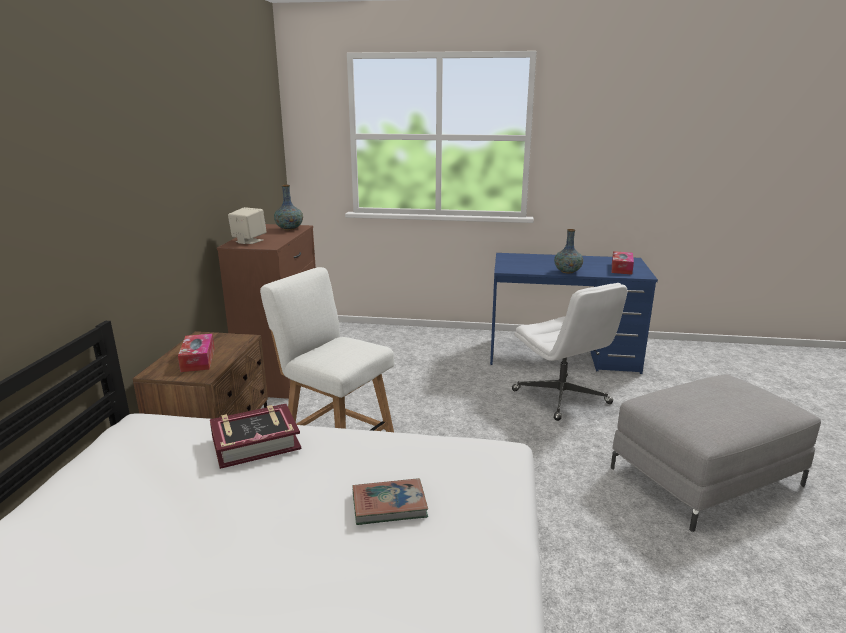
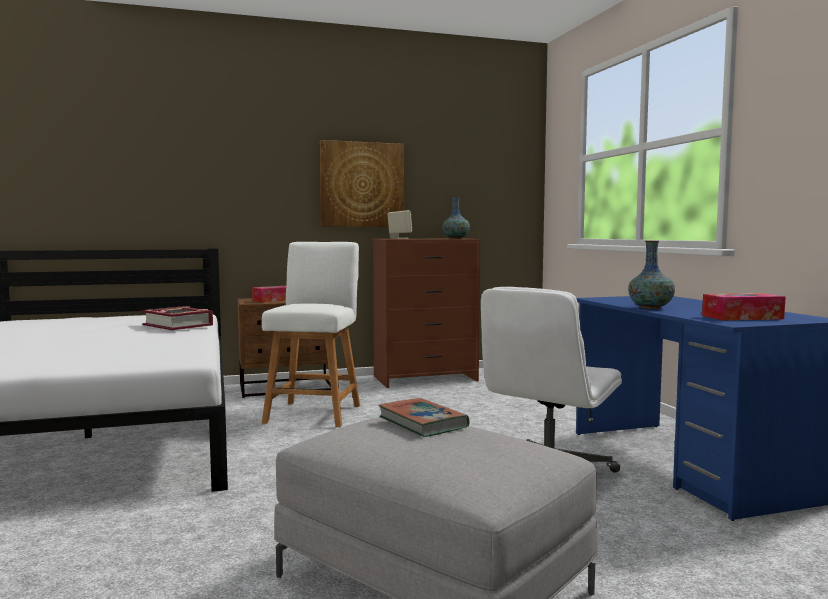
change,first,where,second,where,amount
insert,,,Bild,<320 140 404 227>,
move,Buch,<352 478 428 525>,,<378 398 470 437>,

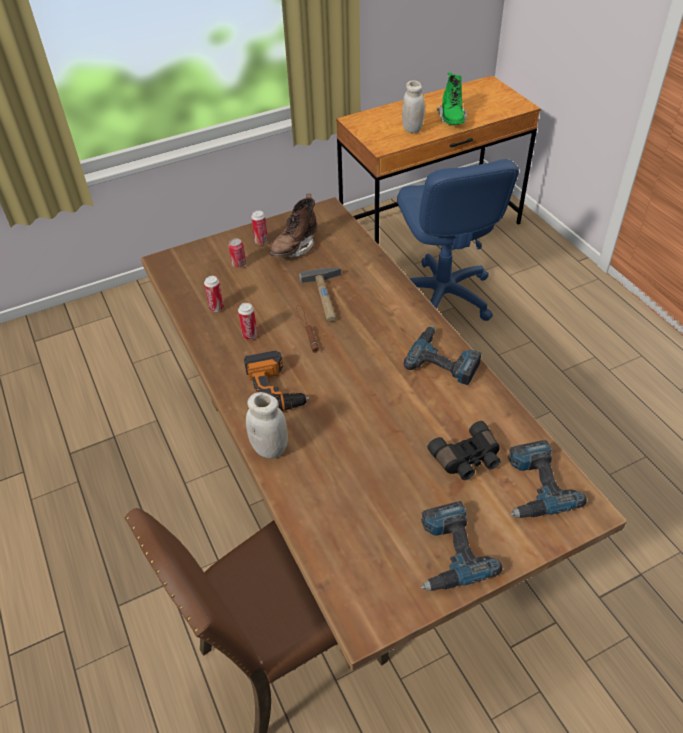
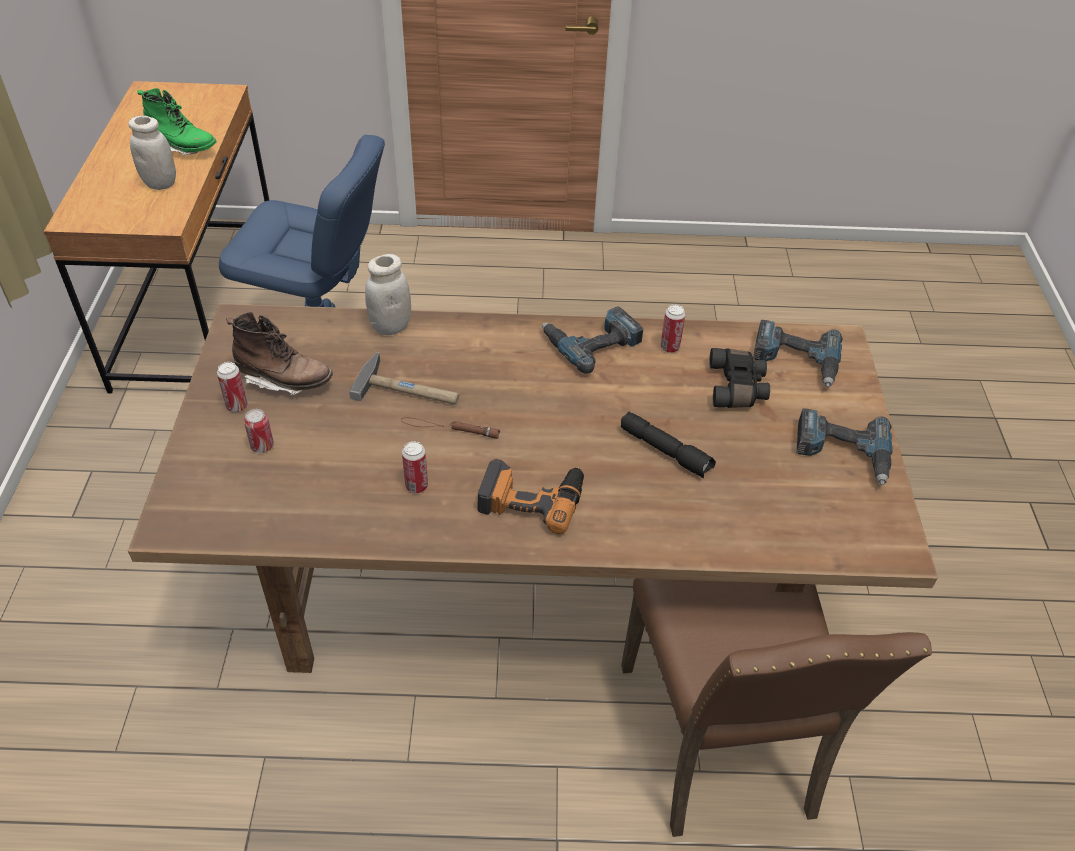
change,first,where,second,where,amount
insert,,,Taschenlampe (schwarz),<620 412 716 478>,
move,Dose,<204 276 224 312>,,<660 304 686 353>,
move,Vorratsglas (weiß),<246 392 288 459>,,<365 254 411 335>,
rotate,Stiefel (braun),<269 194 317 258>,,<226 312 333 395>,45 degrees counterclockwise

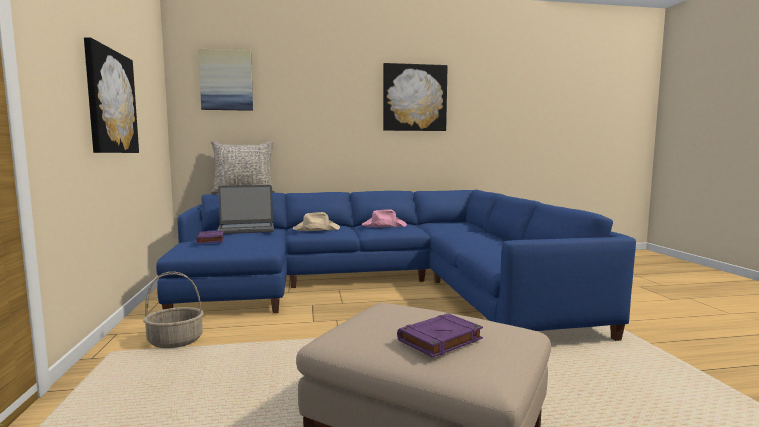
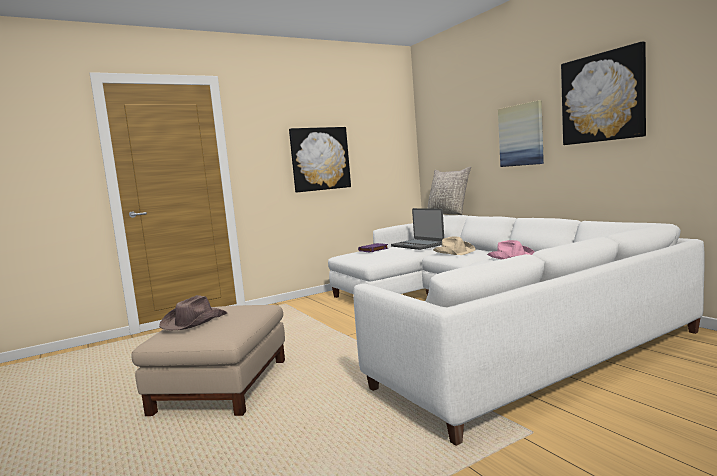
change,first,where,second,where,amount
delete,Korb,<143 272 204 348>,,,
move,Bild,<198 49 253 111>,,<498 100 544 167>,
replace,Buch (lila),<397 313 483 358>,Hut (braun),<159 295 227 330>,
recolor,Sofa (blau),<156 190 636 341>,Sofa (weiß),<328 215 705 446>,

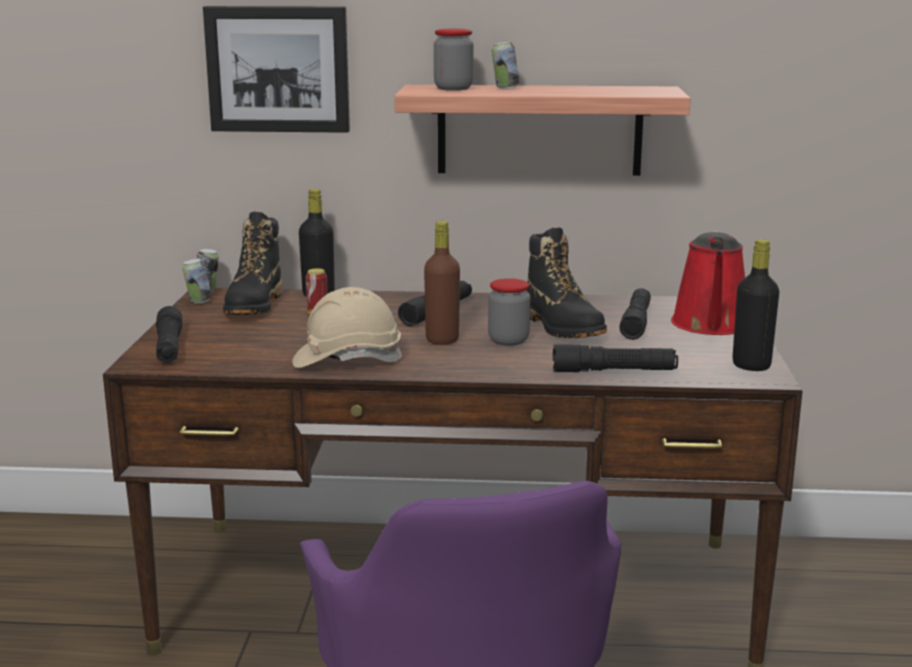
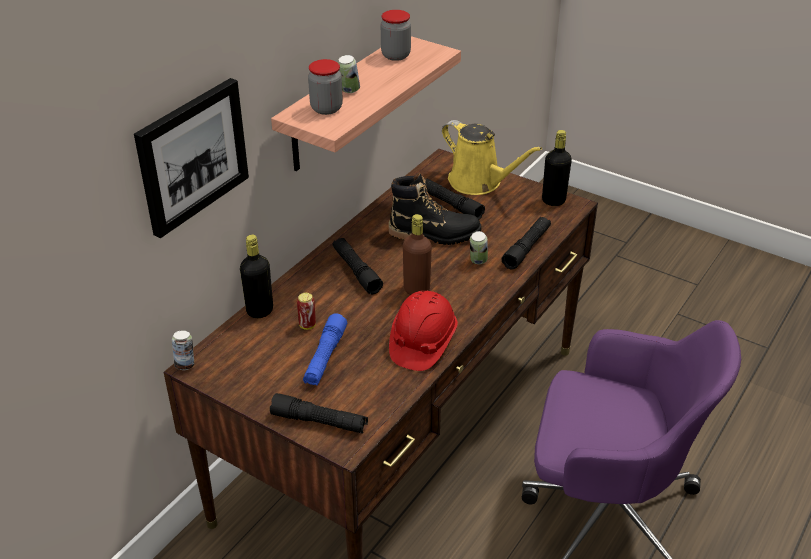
change,first,where,second,where,amount
delete,Stiefel (schwarz),<223 212 282 315>,,,
insert,,,Taschenlampe (blau),<303 313 347 386>,
move,Dose,<182 259 212 304>,,<470 231 488 264>,
move,Vorratsglas,<488 278 531 346>,,<381 10 411 61>,
recolor,Schutzhelm (beige),<292 287 402 368>,Schutzhelm (rot),<389 291 458 371>,
recolor,Gießkanne (rot),<671 231 745 335>,Gießkanne (gelb),<442 120 542 195>,

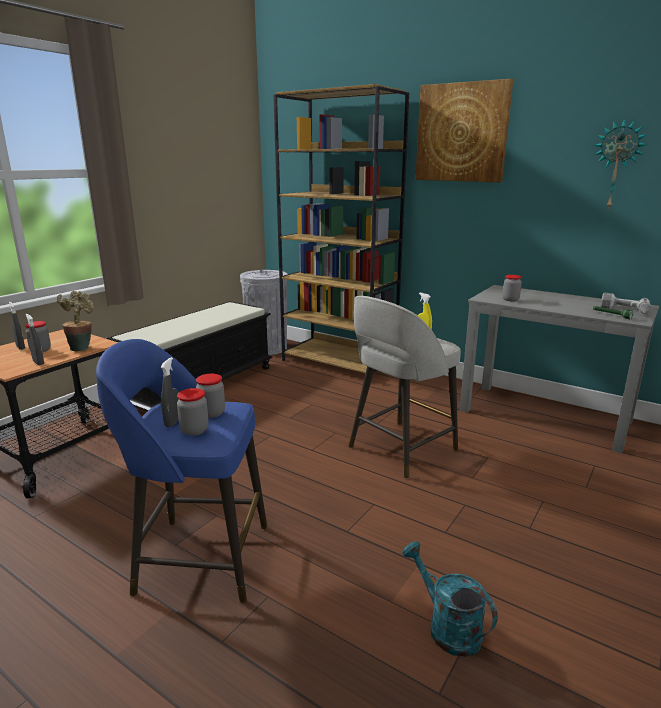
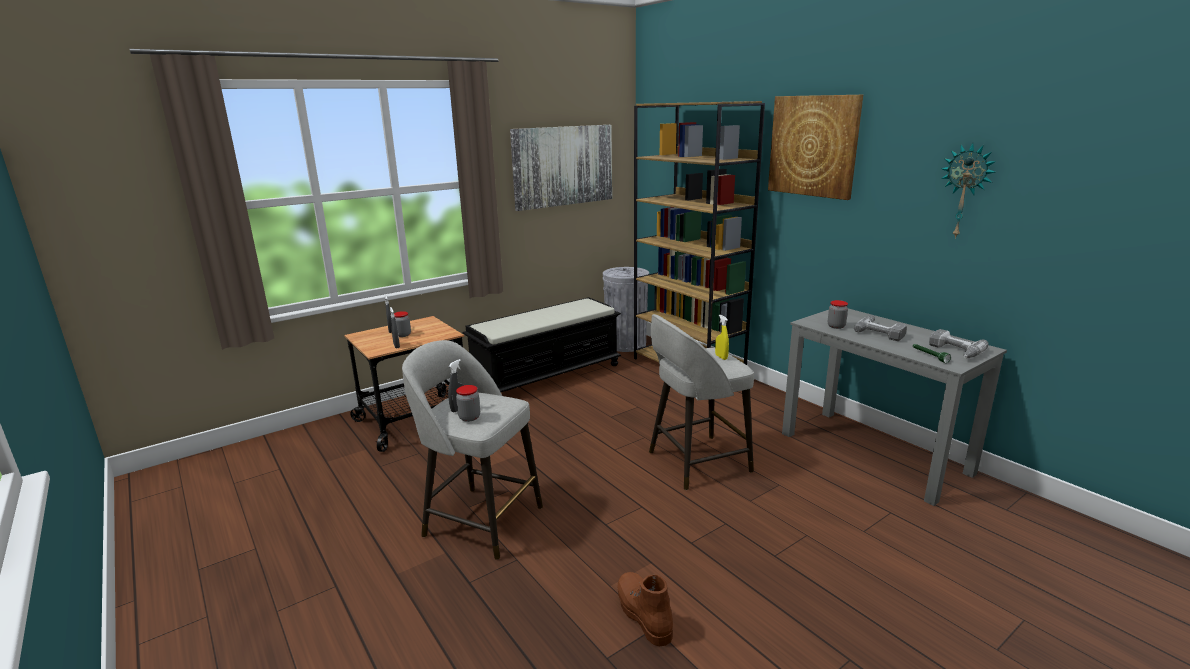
change,first,where,second,where,amount
delete,Topfpflanze,<57 291 94 352>,,,
delete,Vorratsglas,<196 374 225 418>,,,
insert,,,Bild,<510 125 612 211>,
insert,,,Bohrmaschine,<854 316 907 341>,
replace,Gießkanne (türkis),<402 541 498 657>,Stiefel (braun),<618 572 673 646>,
recolor,Hocker (blau),<96 339 267 603>,Hocker (grau),<402 340 543 560>,

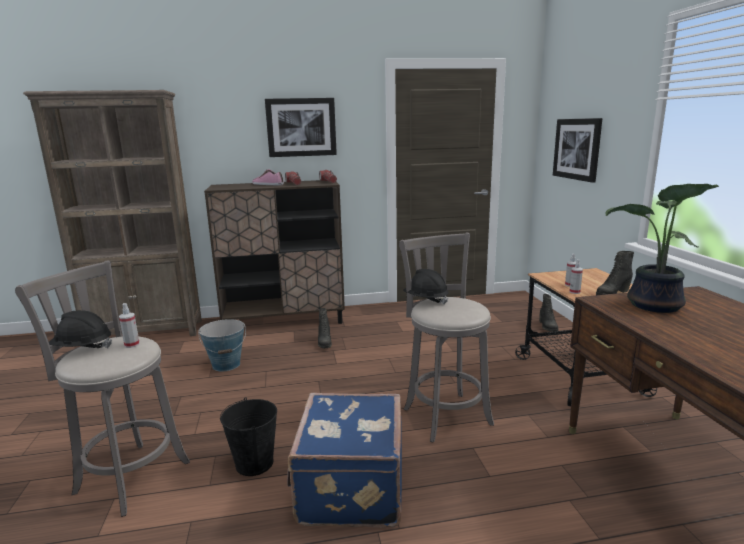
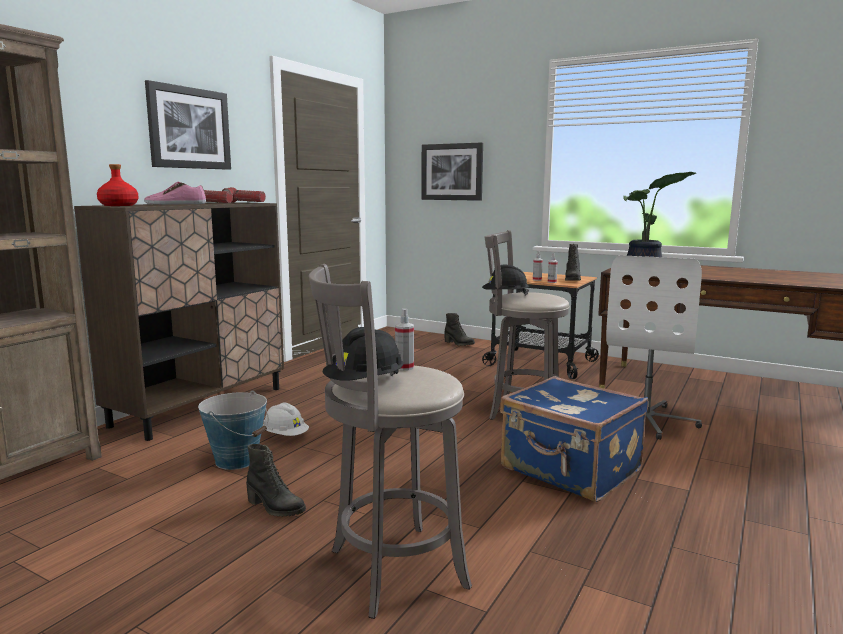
change,first,where,second,where,amount
delete,Eimer (schwarz),<220 397 277 476>,,,
insert,,,Flasche (rot),<97 164 139 206>,
insert,,,Schutzhelm (weiß),<263 403 309 436>,
insert,,,Bürostuhl (weiß),<606 255 702 440>,
move,Stiefel (schwarz),<318 308 332 348>,,<246 444 306 517>,

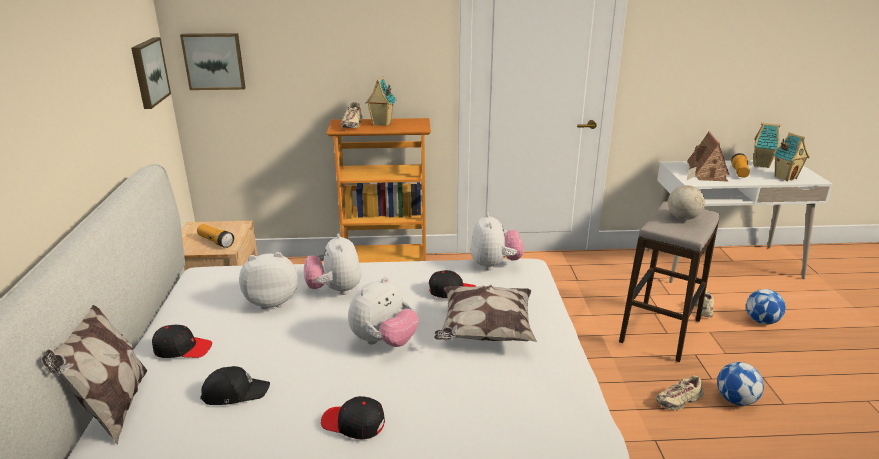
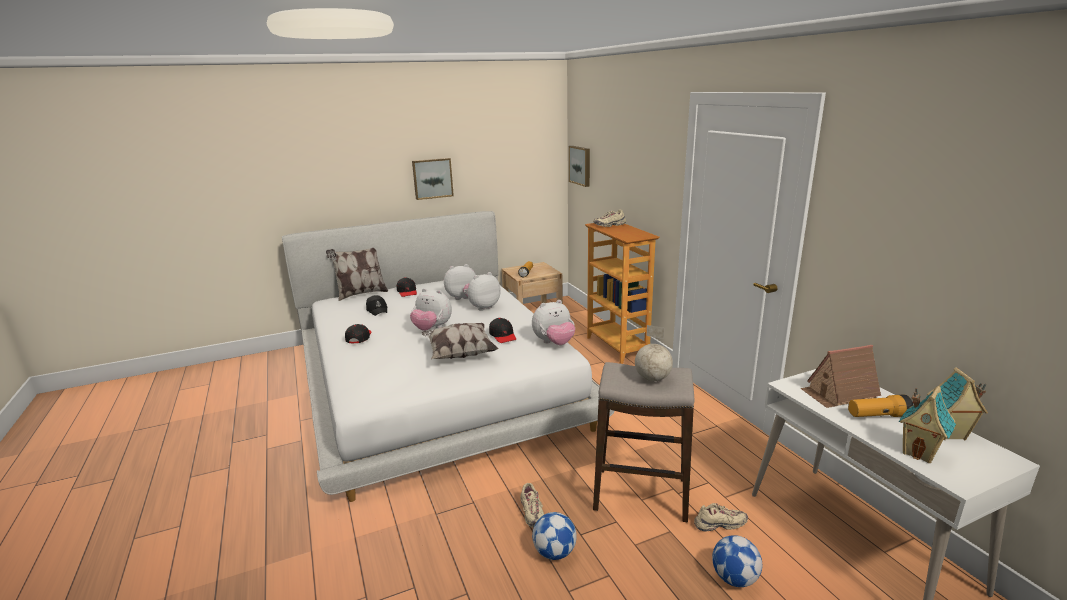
change,first,where,second,where,amount
delete,Spielzeughaus,<365 76 397 126>,,,
move,Bild,<131 37 171 109>,,<412 158 454 200>,
rotate,Plüschtier,<239 252 298 309>,,<444 264 476 300>,75 degrees counterclockwise
rotate,Schuh (beige),<656 375 704 411>,,<520 483 544 527>,150 degrees counterclockwise

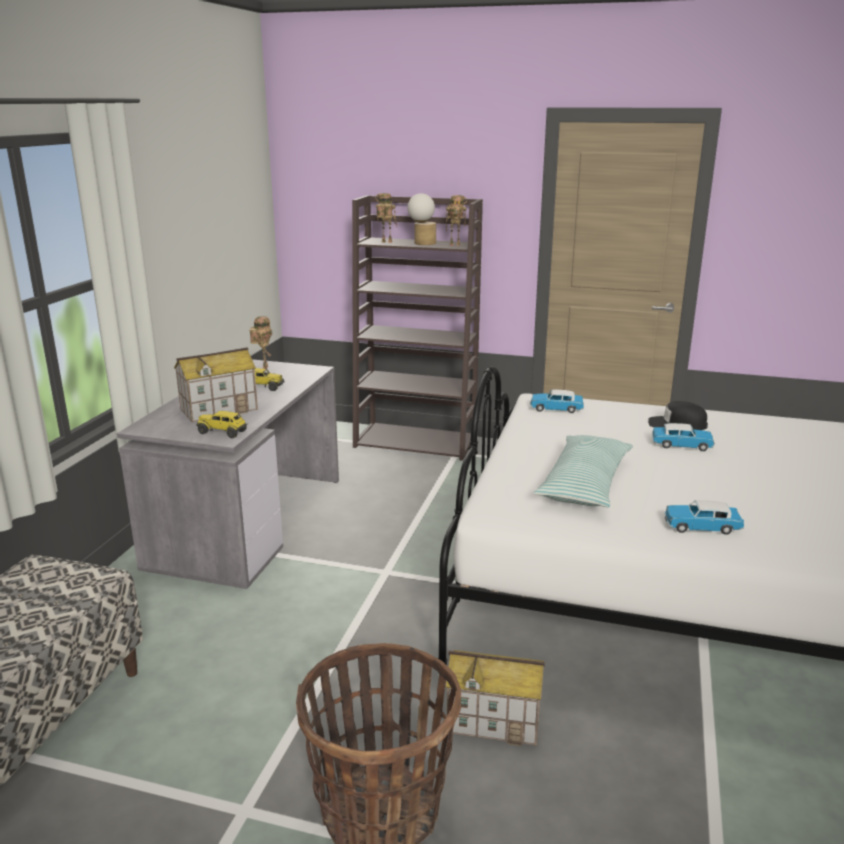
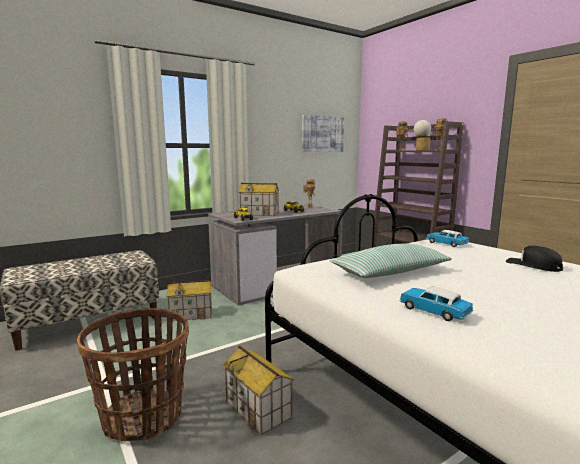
change,first,where,second,where,amount
delete,Spielzeugauto,<652 423 714 451>,,,
insert,,,Spielzeughaus,<167 280 212 321>,
insert,,,Bild,<302 115 344 152>,

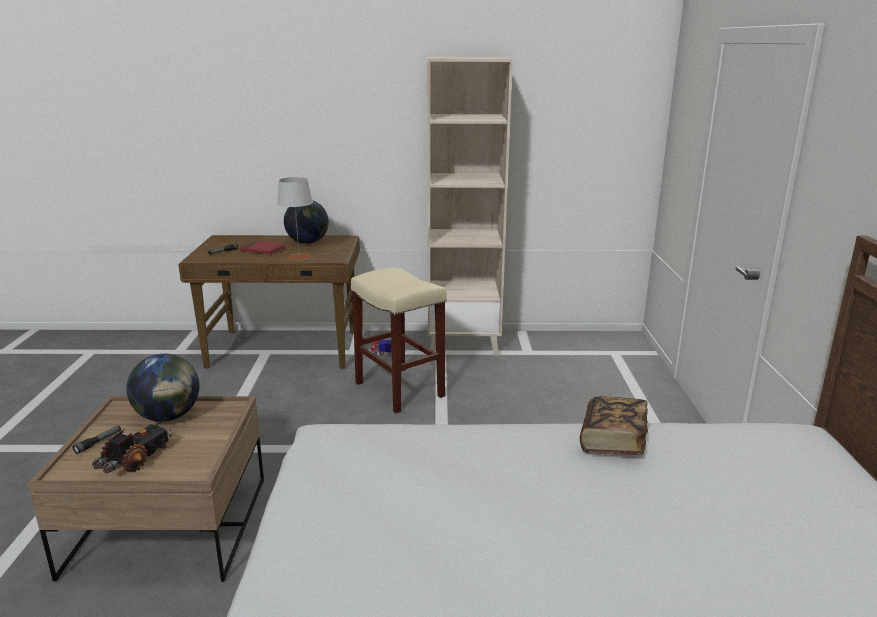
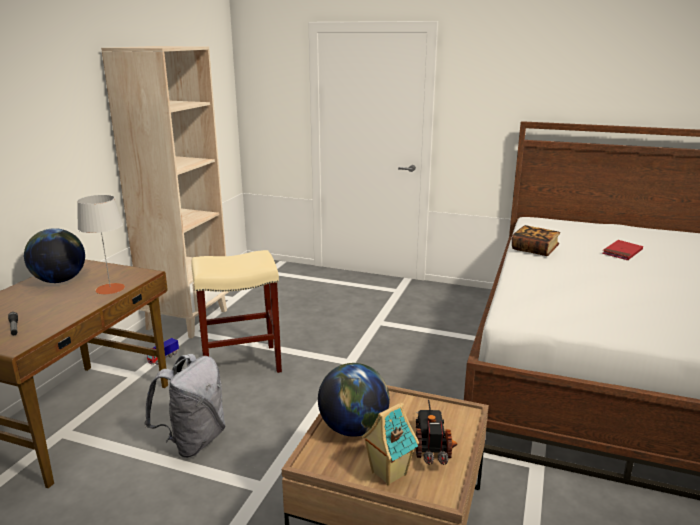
change,first,where,second,where,amount
insert,,,Rucksack (grau),<144 354 226 458>,
move,Buch (rot),<240 241 286 254>,,<602 240 643 260>,
replace,Taschenlampe,<73 425 121 454>,Spielzeughaus,<361 402 419 486>,
rotate,Spielzeuglaster,<92 417 172 473>,,<416 400 457 465>,45 degrees clockwise

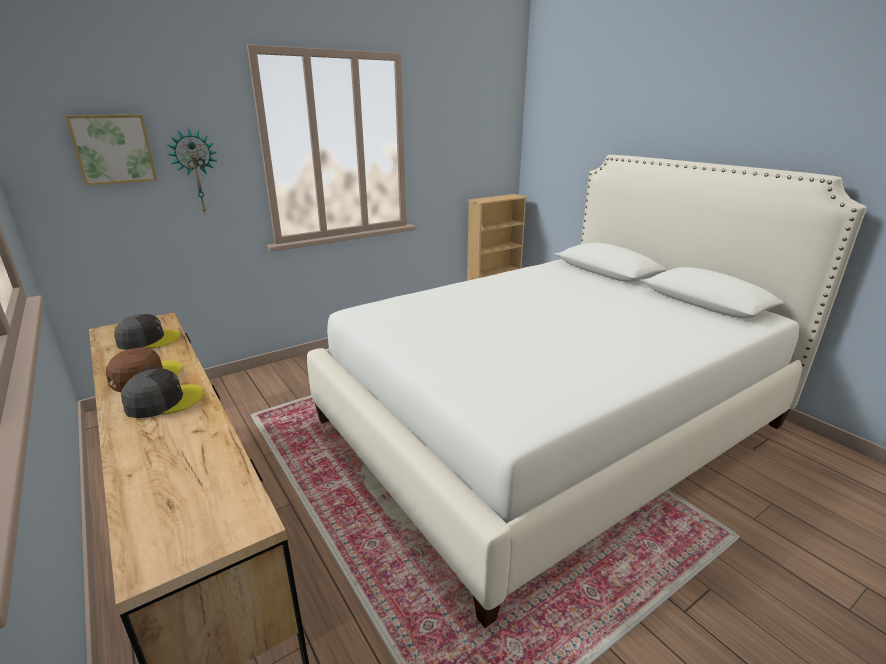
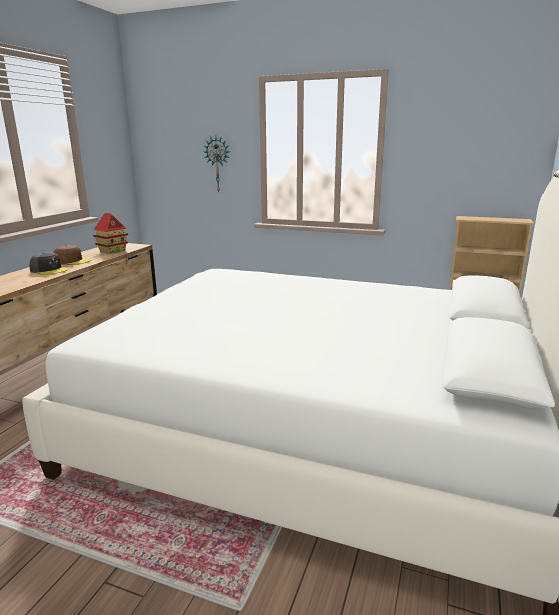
change,first,where,second,where,amount
delete,Bild,<65 115 157 186>,,,
replace,Kappe (grau),<114 314 181 350>,Spielzeughaus,<93 213 128 254>,

